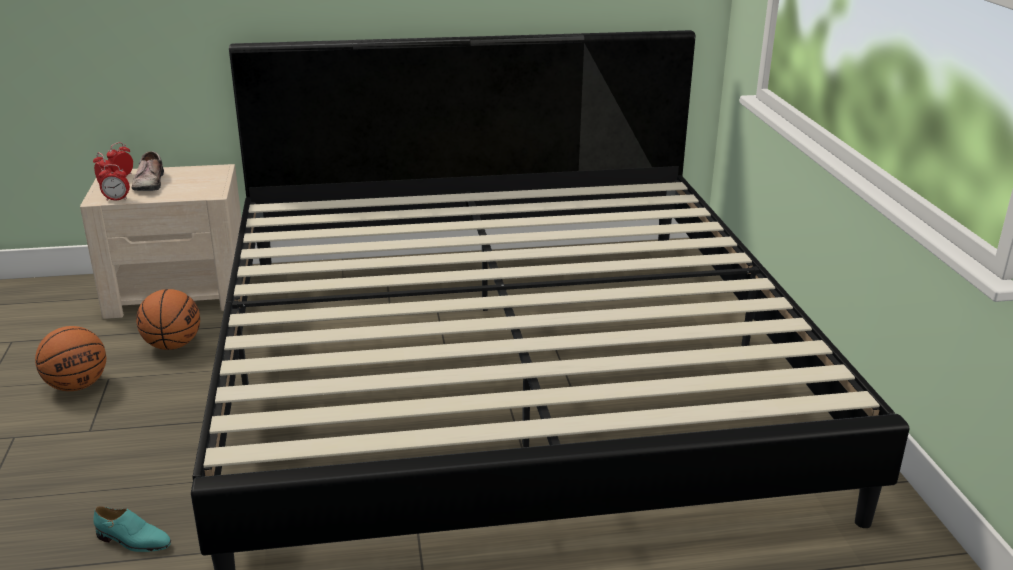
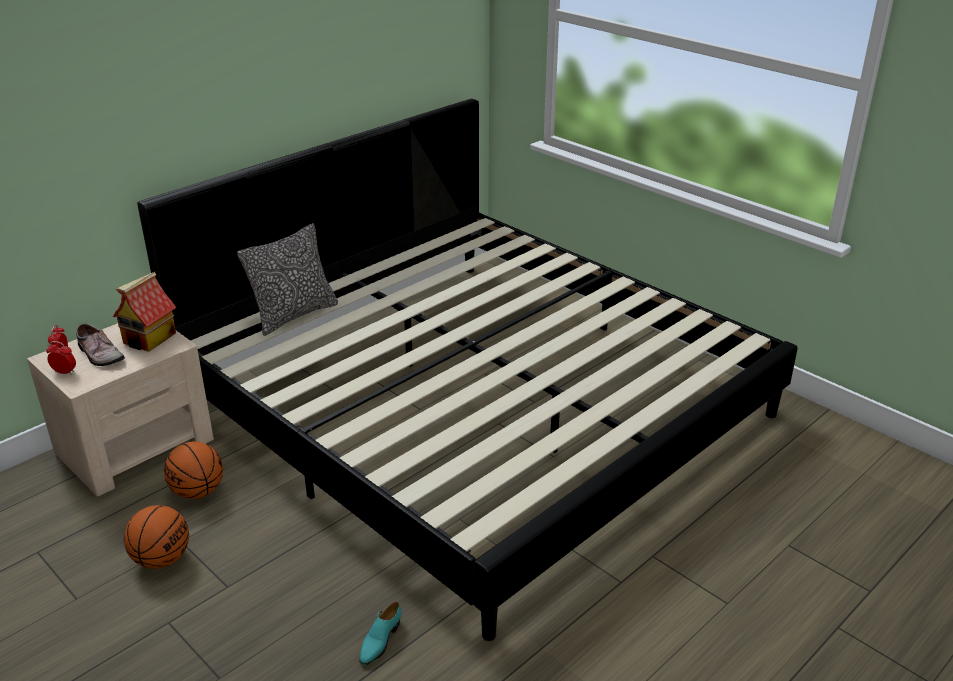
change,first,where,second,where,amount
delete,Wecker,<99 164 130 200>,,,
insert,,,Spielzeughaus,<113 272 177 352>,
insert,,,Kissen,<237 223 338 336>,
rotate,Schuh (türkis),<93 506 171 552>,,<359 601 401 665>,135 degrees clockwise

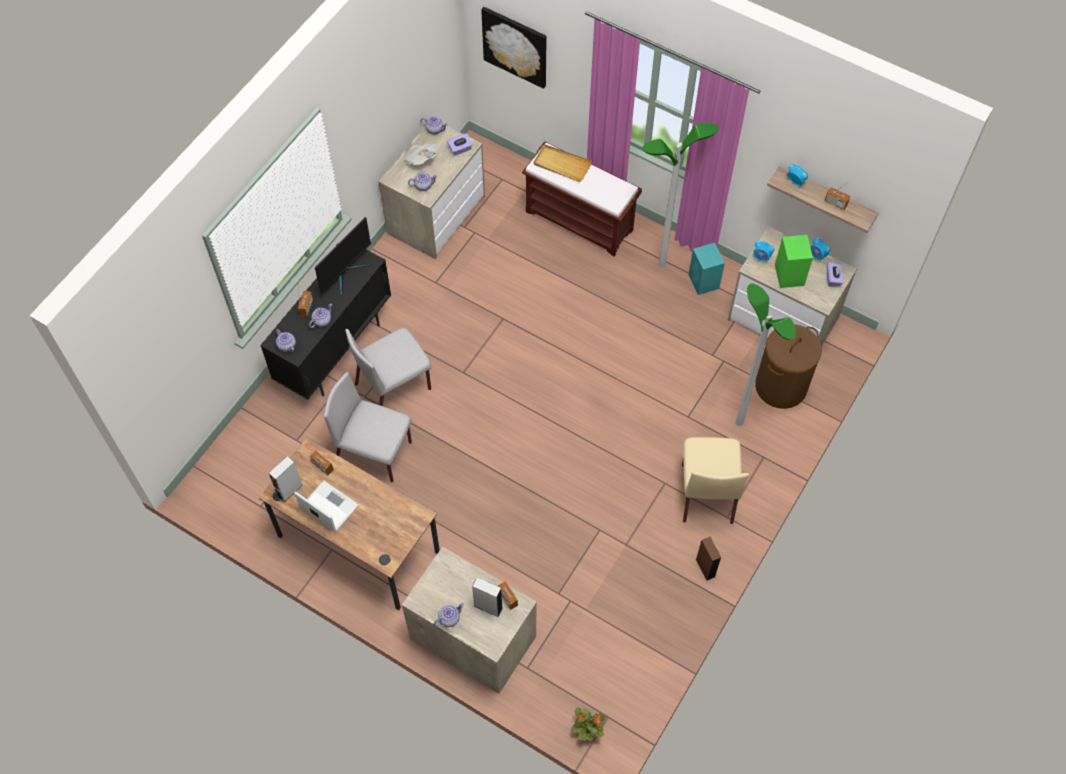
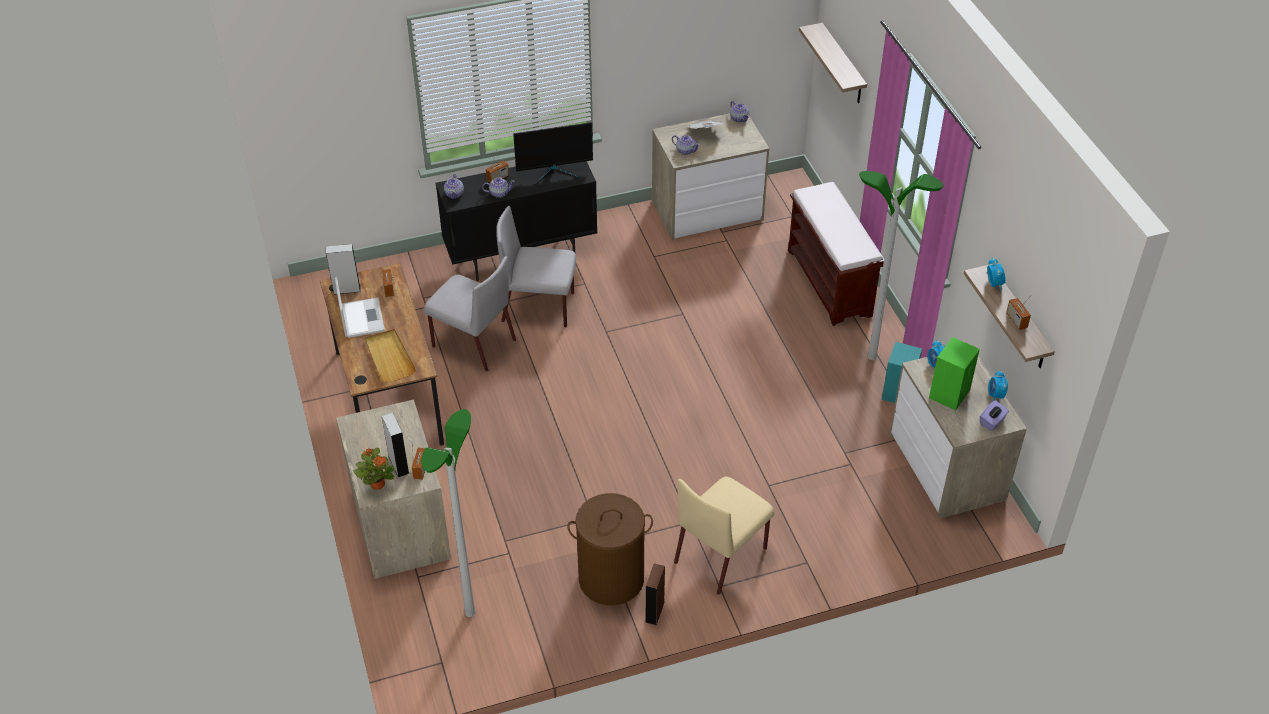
change,first,where,second,where,amount
delete,Teekanne,<433 603 464 627>,,,
delete,Taschentuchbox (lila),<447 133 473 155>,,,
move,Tablett (beige),<533 145 592 182>,,<365 329 416 382>,
move,Topfpflanze,<571 707 606 741>,,<353 448 395 490>,
move,Stehlampe,<735 284 796 426>,,<421 409 475 617>,
move,Wäschekorb (braun),<755 325 822 409>,,<567 493 653 605>,
replace,Bild,<481 7 547 89>,Wandregal,<799 23 867 103>,
rotate,Stuhl (grau),<324 372 412 482>,,<424 256 516 372>,150 degrees clockwise

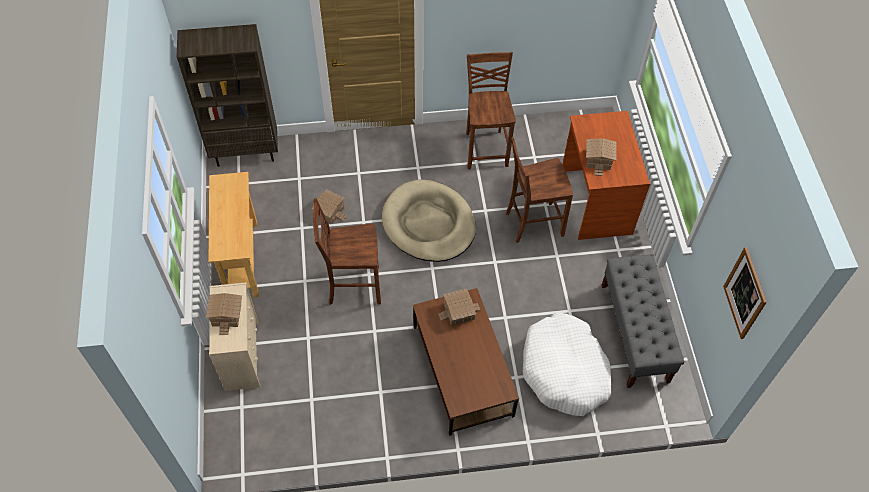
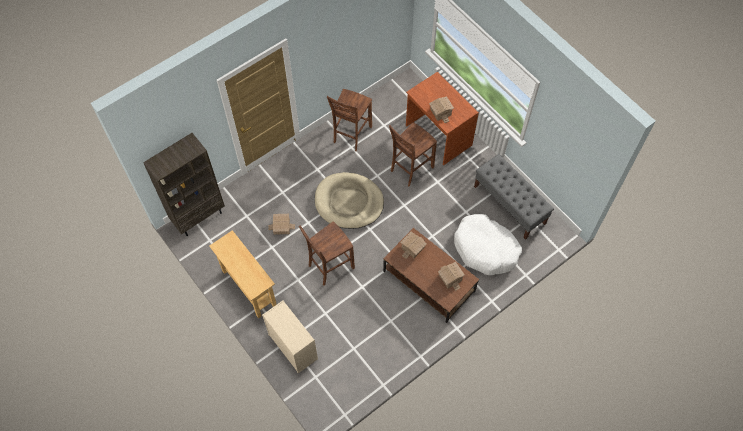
change,first,where,second,where,amount
delete,Bild,<723 247 767 339>,,,
move,Spielzeughaus,<205 293 242 335>,,<438 262 464 291>,
rotate,Stuhl (braun),<466 52 516 170>,,<327 89 372 151>,120 degrees counterclockwise

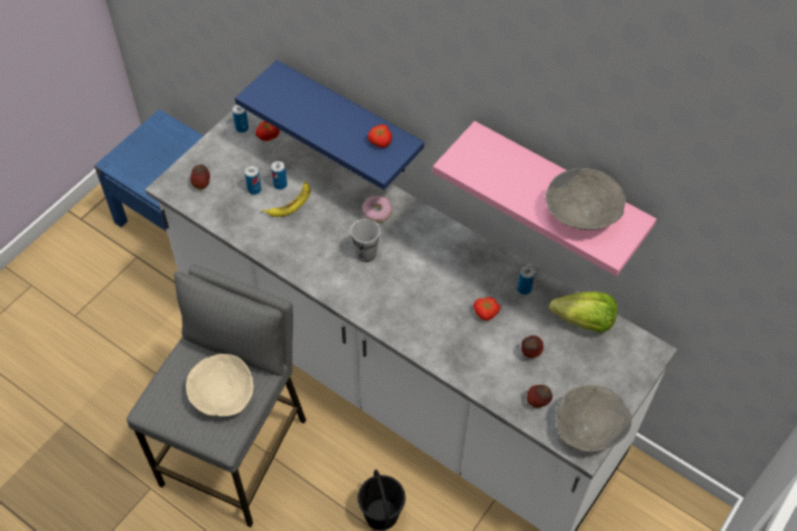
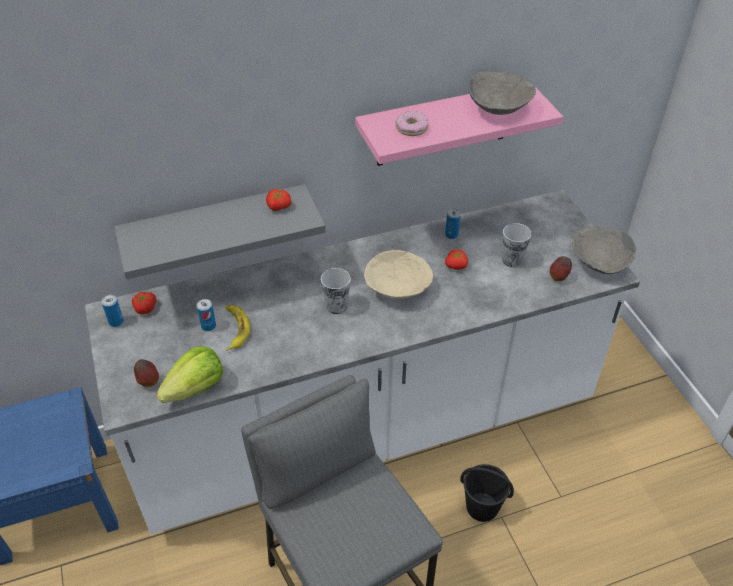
change,first,where,second,where,amount
delete,Dose,<245 166 261 194>,,,
move,Schüssel (beige),<186 354 253 416>,,<364 250 433 299>,
move,Donut,<362 196 392 223>,,<395 111 429 136>,
move,Salatkopf,<549 292 618 332>,,<156 345 223 403>,
replace,Apfel,<521 335 544 358>,Tasse,<502 223 531 267>,
recolor,Wandregal (blau),<235 60 424 190>,Wandregal (grau),<114 184 326 279>,

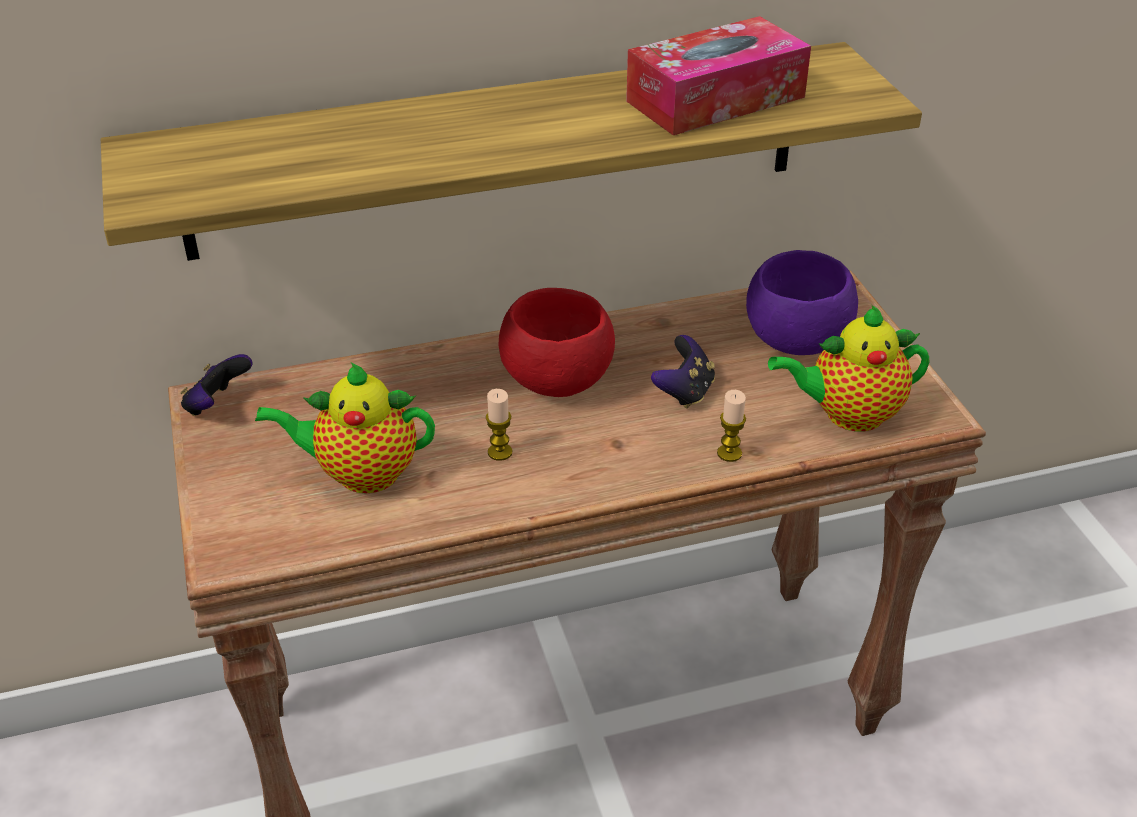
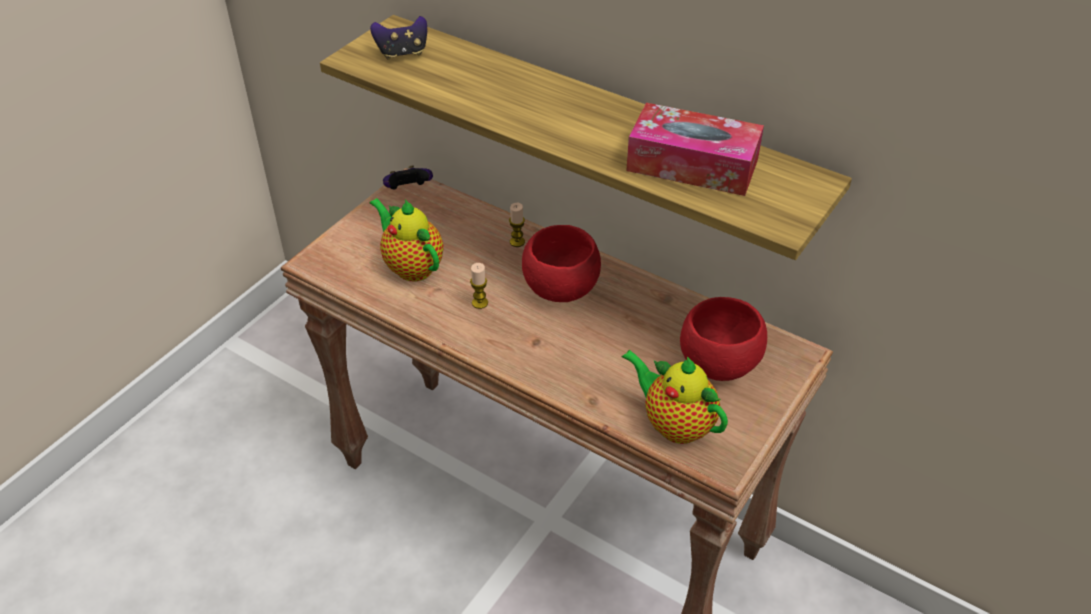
change,first,where,second,where,amount
move,Gamepad,<651 335 715 409>,,<370 16 427 60>,
move,Kerze,<717 390 746 462>,,<509 203 525 247>,
recolor,Schüssel (lila),<746 250 858 355>,Schüssel (rot),<680 297 767 381>,

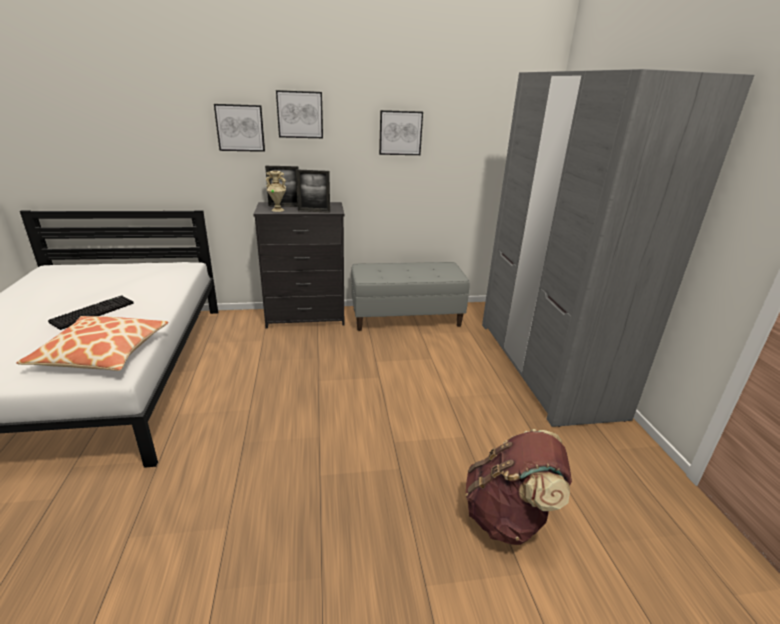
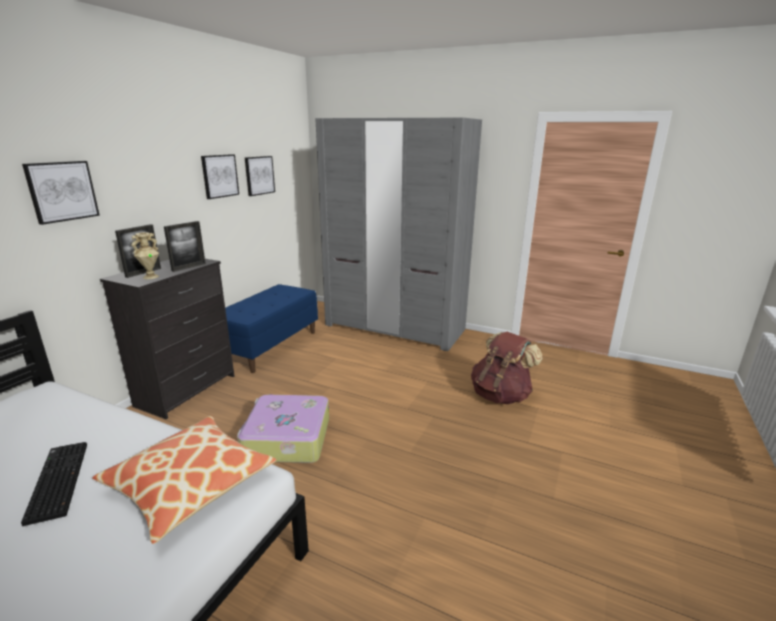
change,first,where,second,where,amount
insert,,,Koffer,<237 395 329 463>,
move,Bild,<276 90 323 138>,,<245 156 275 196>,
recolor,Bank (grau),<351 262 469 331>,Bank (blau),<225 284 318 373>,

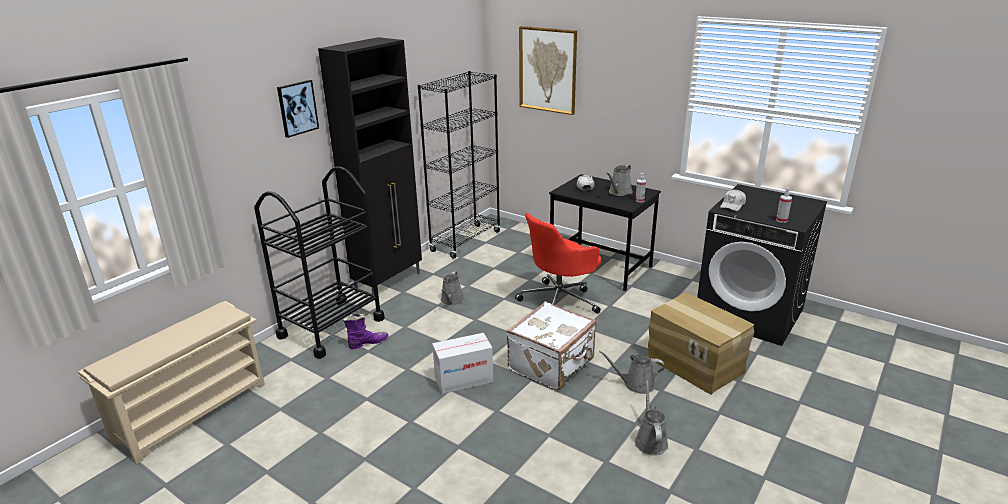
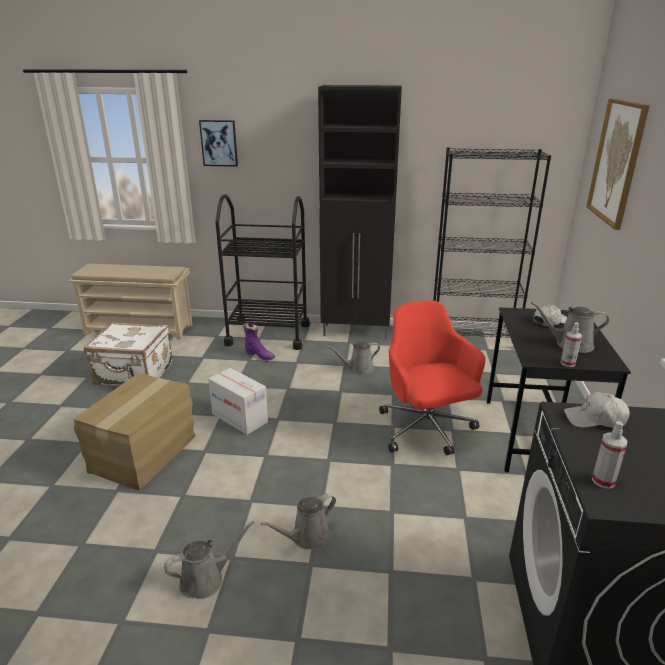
change,first,where,second,where,amount
move,Bild,<277 80 319 138>,,<199 120 238 167>,
move,Koffer (weiß),<506 302 596 391>,,<84 322 173 386>,
move,Karton,<647 293 754 395>,,<73 373 196 490>,
rotate,Bürostuhl (rot),<515 213 601 314>,,<379 300 486 455>,45 degrees clockwise
rotate,Gießkanne (grau),<599 351 665 394>,,<261 493 336 550>,105 degrees counterclockwise

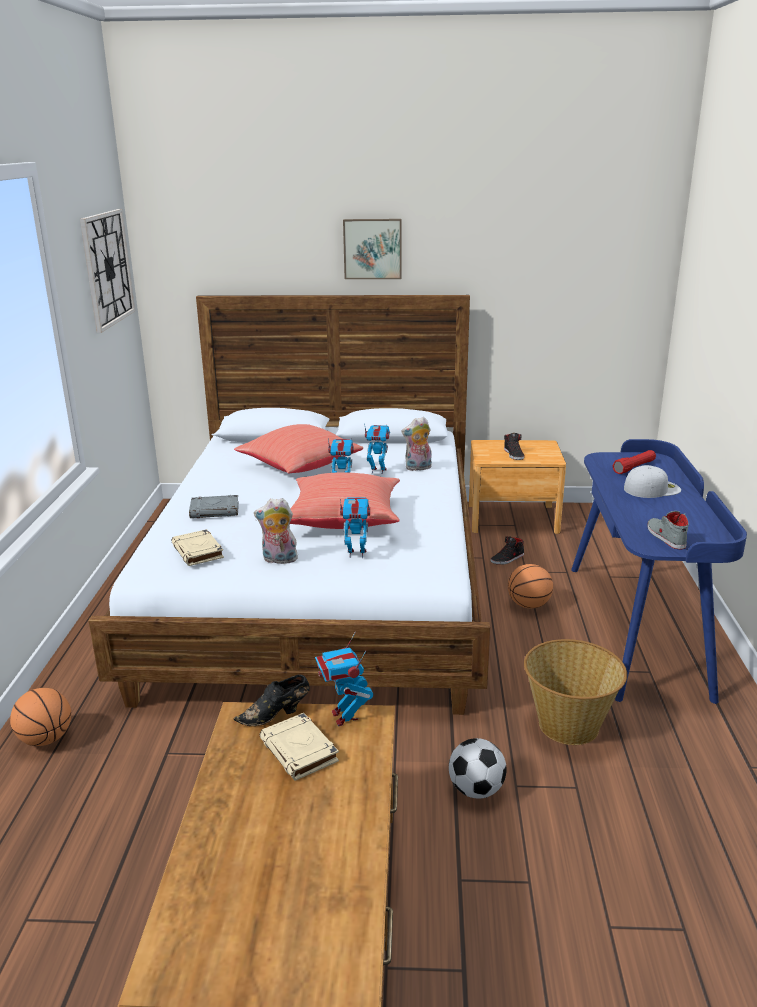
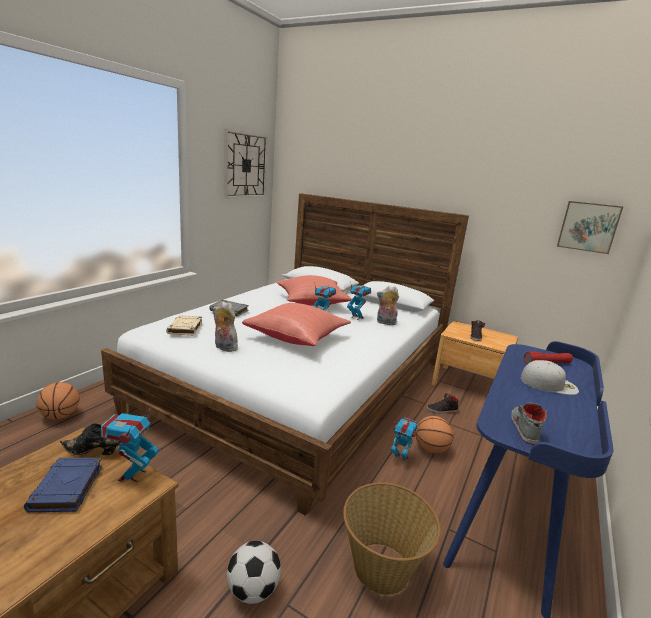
change,first,where,second,where,amount
move,Spielzeugroboter,<340 497 370 558>,,<391 417 418 464>,
move,Bild,<343 219 402 279>,,<557 201 623 254>,
recolor,Buch (beige),<259 713 339 781>,Buch (blau),<24 458 102 512>,

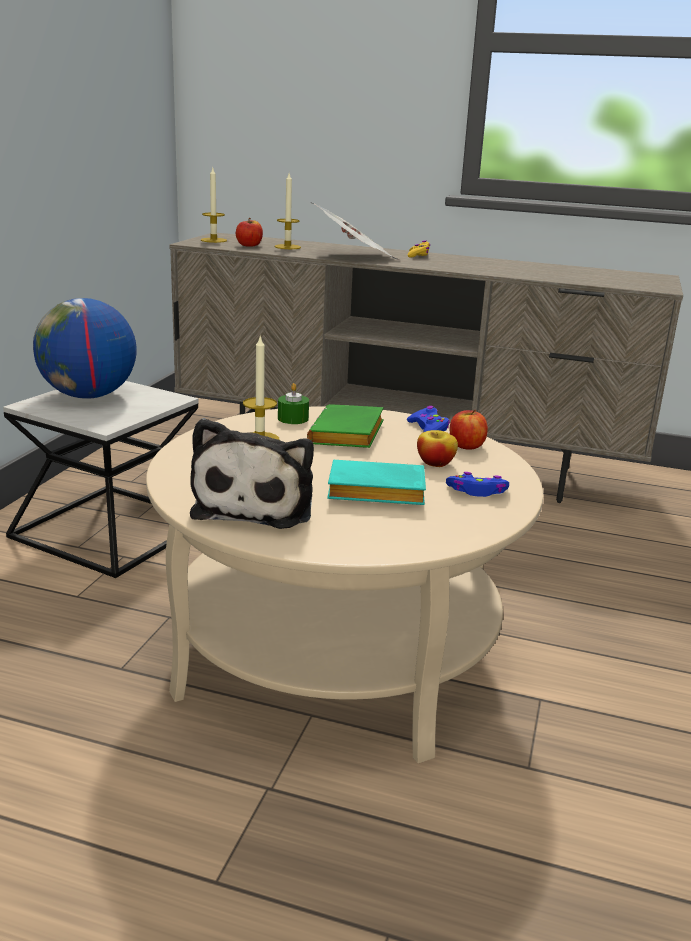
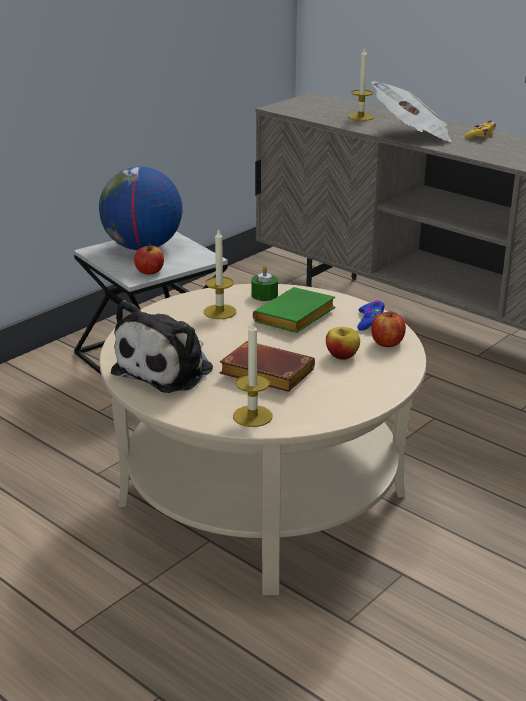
change,first,where,second,where,amount
delete,Gamepad (blau),<446 472 509 497>,,,
move,Kerze,<201 168 227 243>,,<233 320 272 427>,
move,Apfel,<236 218 263 247>,,<134 244 164 275>,
recolor,Buch (türkis),<327 460 426 505>,Buch (braun),<220 341 315 392>,

